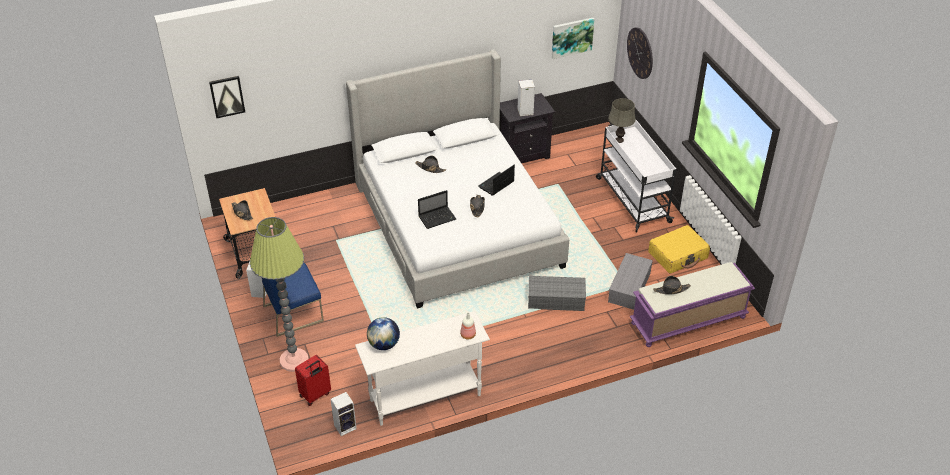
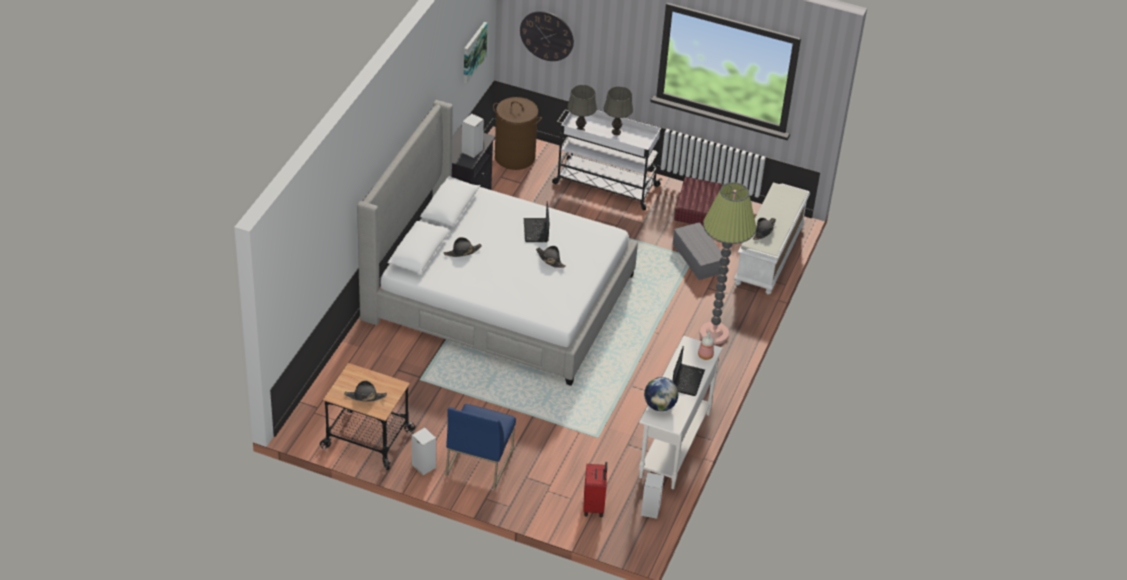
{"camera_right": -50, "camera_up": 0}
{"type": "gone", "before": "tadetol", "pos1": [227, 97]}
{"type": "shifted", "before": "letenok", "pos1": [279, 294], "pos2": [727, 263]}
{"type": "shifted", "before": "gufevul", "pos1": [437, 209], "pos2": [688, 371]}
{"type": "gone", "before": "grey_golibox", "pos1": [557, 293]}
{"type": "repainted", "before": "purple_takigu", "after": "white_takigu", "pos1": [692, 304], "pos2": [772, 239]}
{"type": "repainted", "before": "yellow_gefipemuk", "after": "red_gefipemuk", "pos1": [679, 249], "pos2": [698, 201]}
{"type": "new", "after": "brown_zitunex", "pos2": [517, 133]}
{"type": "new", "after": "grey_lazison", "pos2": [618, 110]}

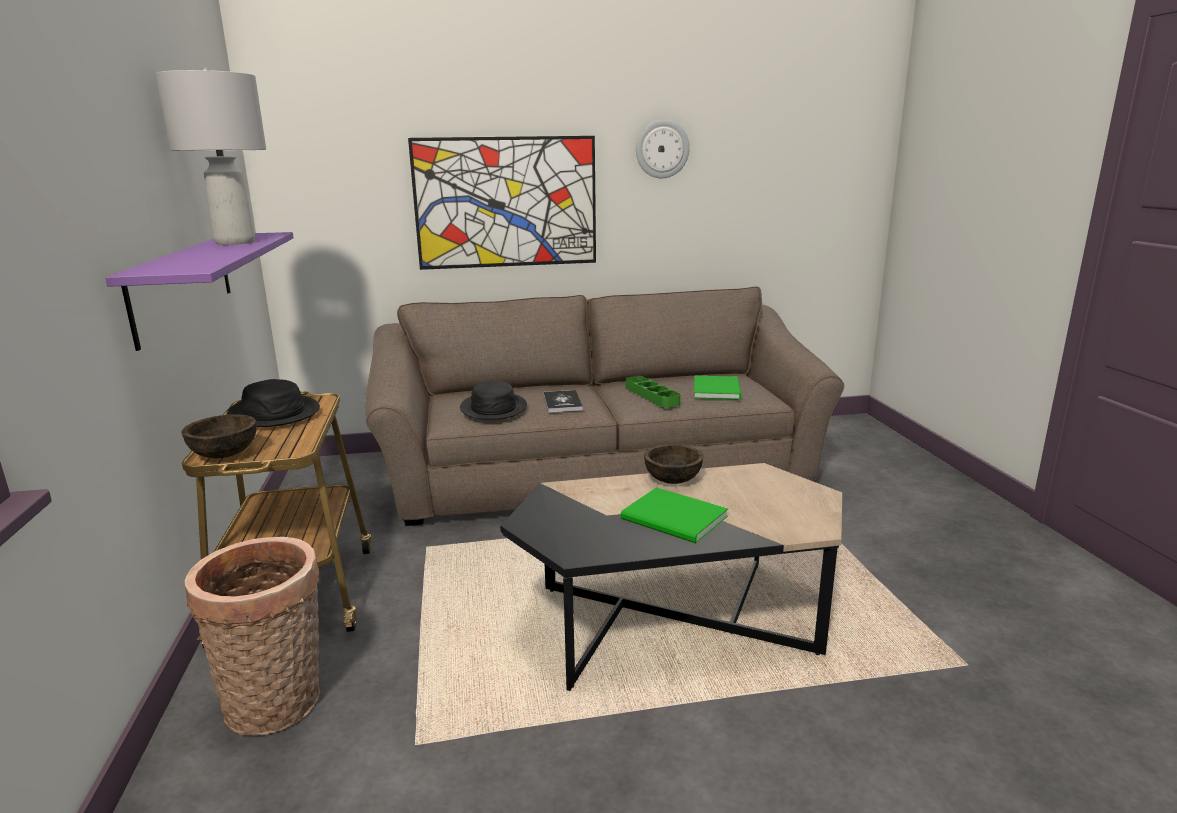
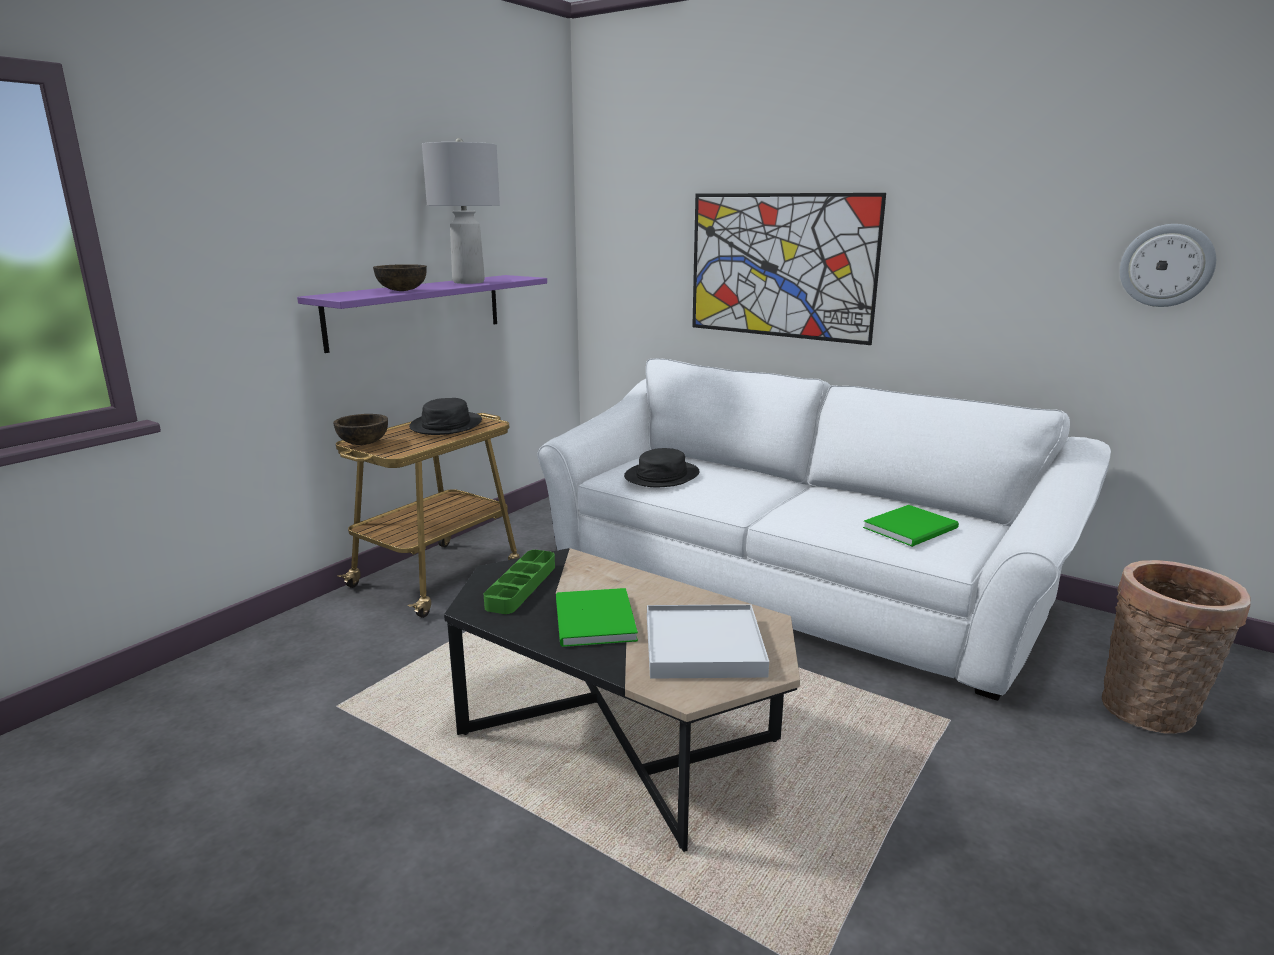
{"camera_right": 45, "camera_up": 0}
{"type": "shifted", "before": "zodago", "pos1": [252, 636], "pos2": [1176, 647]}
{"type": "repainted", "before": "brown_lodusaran", "after": "white_lodusaran", "pos1": [604, 406], "pos2": [824, 529]}
{"type": "gone", "before": "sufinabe", "pos1": [563, 401]}
{"type": "shifted", "before": "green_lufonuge", "pos1": [653, 392], "pos2": [519, 582]}
{"type": "shifted", "before": "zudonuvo", "pos1": [663, 149], "pos2": [1168, 265]}
{"type": "shifted", "before": "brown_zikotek", "pos1": [673, 464], "pos2": [400, 277]}
{"type": "new", "after": "white_lufonuge", "pos2": [708, 641]}

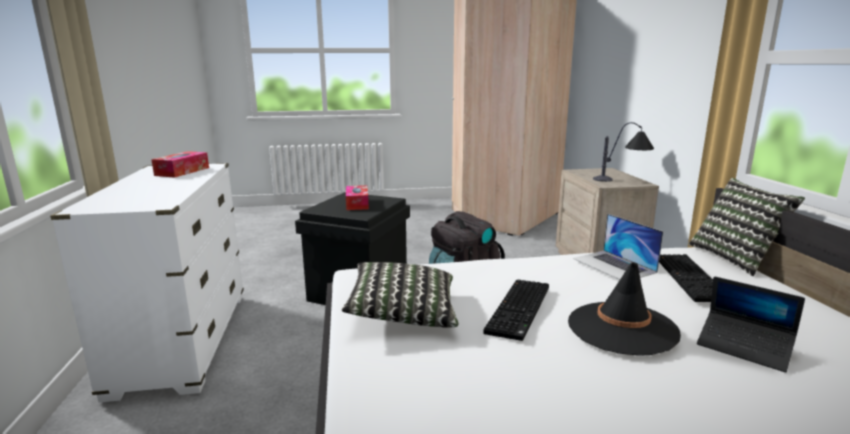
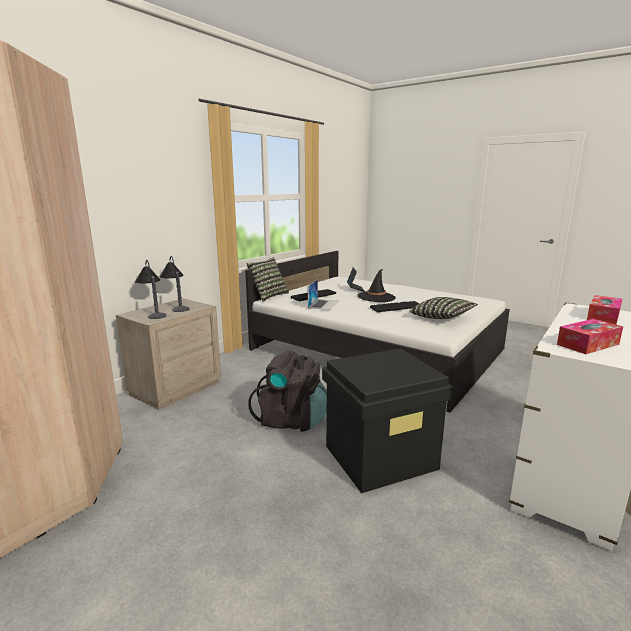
{"camera_right": -135, "camera_up": 0}
{"type": "shifted", "before": "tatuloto", "pos1": [357, 197], "pos2": [604, 309]}
{"type": "new", "after": "lazison", "pos2": [151, 289]}

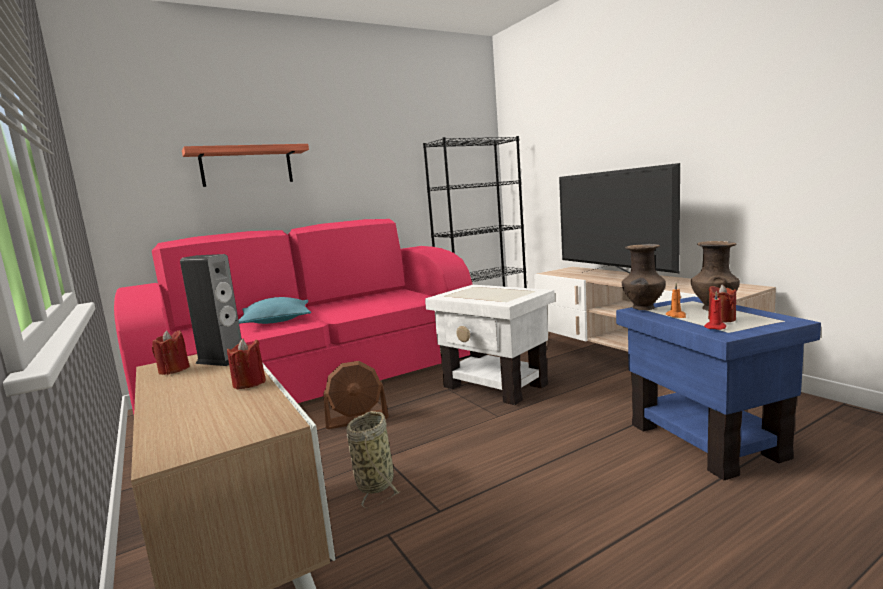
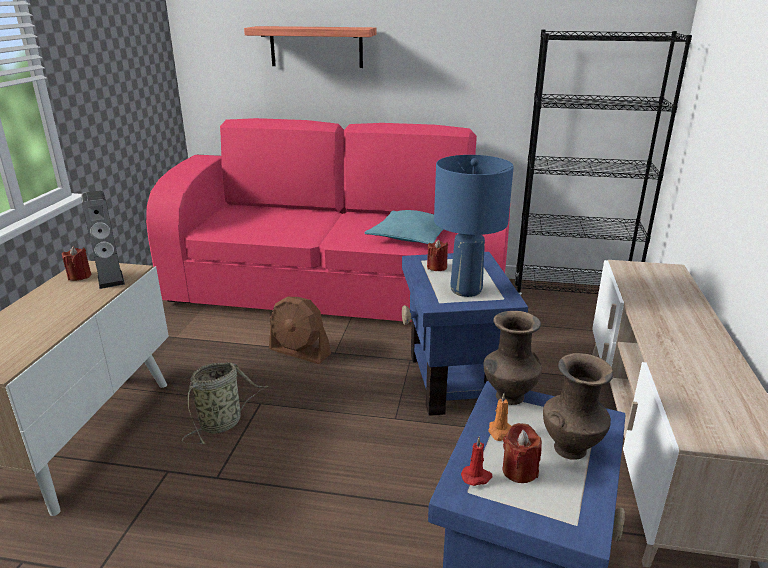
{"camera_right": 40, "camera_up": 15}
{"type": "shifted", "before": "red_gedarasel", "pos1": [246, 364], "pos2": [437, 255]}
{"type": "shifted", "before": "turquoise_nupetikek", "pos1": [275, 310], "pos2": [404, 227]}
{"type": "repainted", "before": "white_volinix", "after": "blue_volinix", "pos1": [490, 345], "pos2": [465, 334]}
{"type": "gone", "before": "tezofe", "pos1": [619, 218]}
{"type": "new", "after": "blue_lazison", "pos2": [474, 226]}

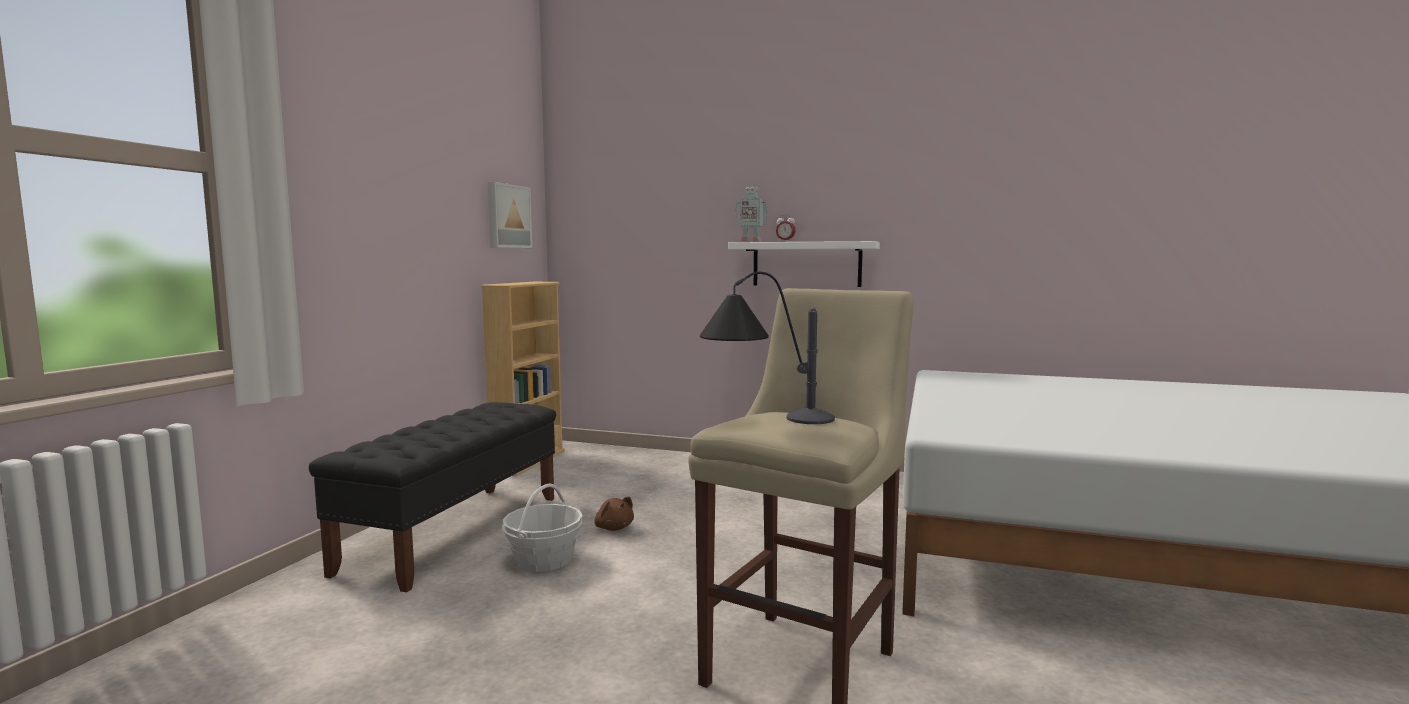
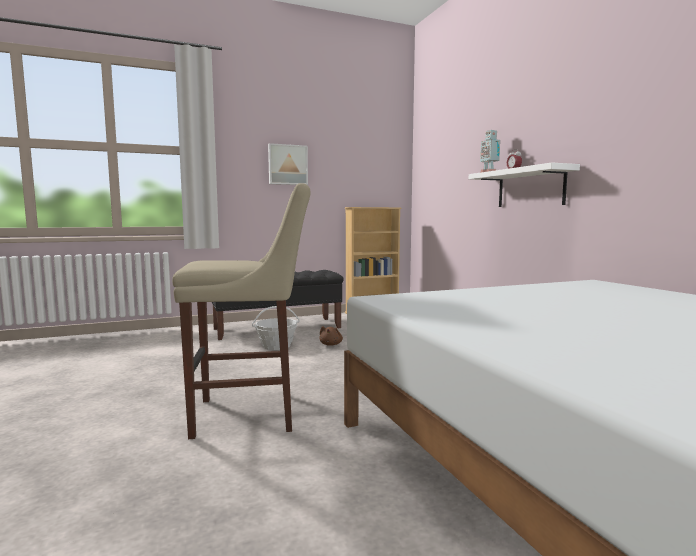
{"camera_right": 50, "camera_up": 0}
{"type": "shifted", "before": "tadetol", "pos1": [510, 215], "pos2": [288, 164]}
{"type": "gone", "before": "lazison", "pos1": [767, 347]}

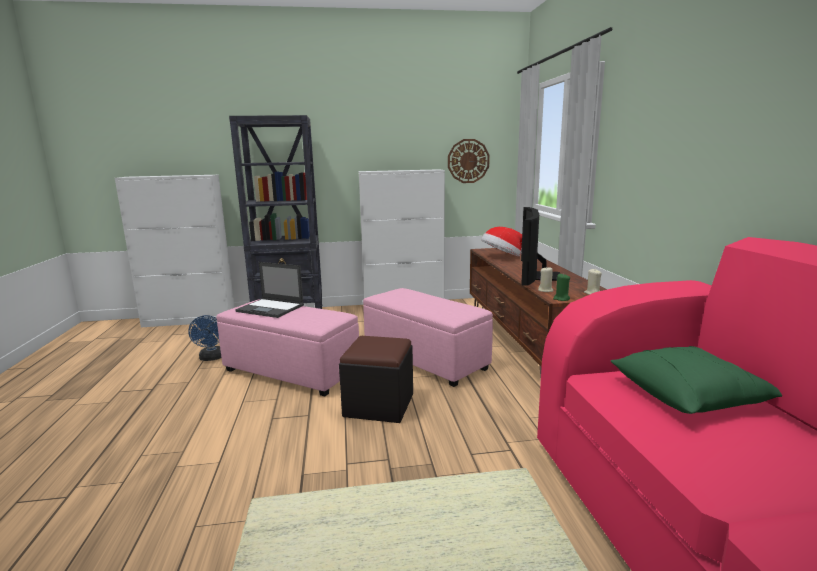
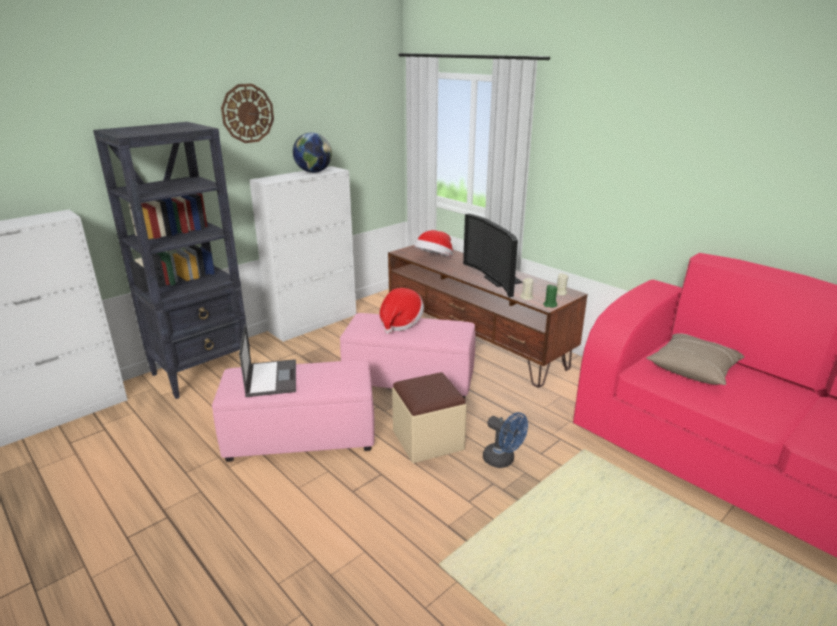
{"camera_right": -35, "camera_up": 10}
{"type": "shifted", "before": "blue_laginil", "pos1": [205, 338], "pos2": [505, 440]}
{"type": "rotated", "before": "gufevul", "pos1": [269, 290], "pos2": [267, 360], "turn": -90}
{"type": "repainted", "before": "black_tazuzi", "after": "beige_tazuzi", "pos1": [376, 379], "pos2": [429, 417]}
{"type": "shifted", "before": "zudonuvo", "pos1": [469, 161], "pos2": [247, 113]}
{"type": "repainted", "before": "green_nupetikek", "after": "beige_nupetikek", "pos1": [696, 380], "pos2": [695, 359]}
{"type": "new", "after": "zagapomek", "pos2": [312, 153]}
{"type": "new", "after": "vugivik", "pos2": [401, 311]}

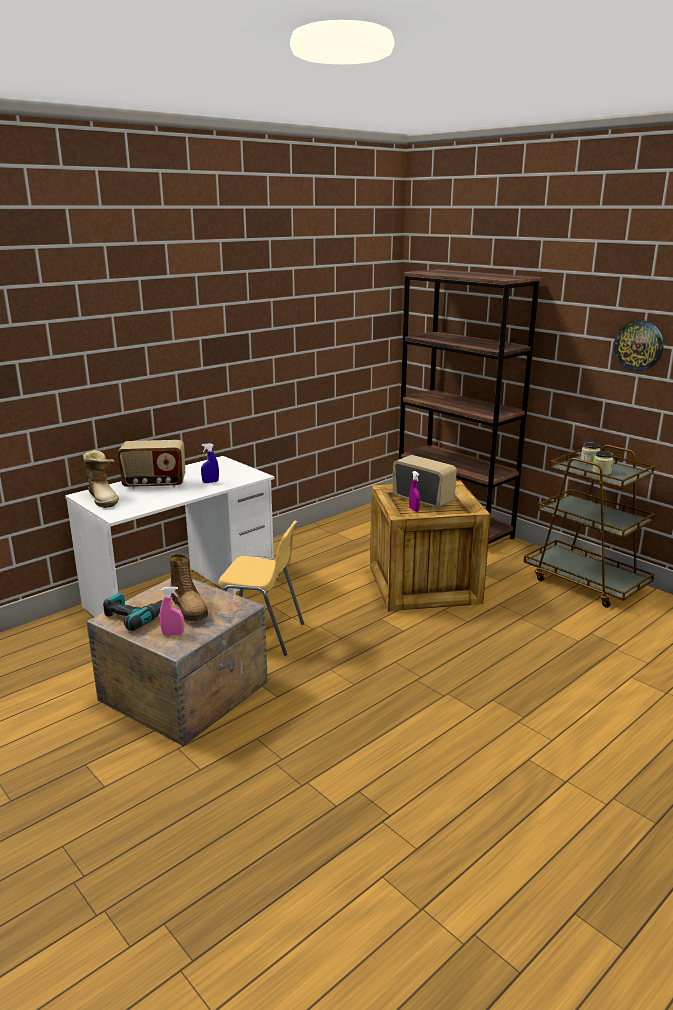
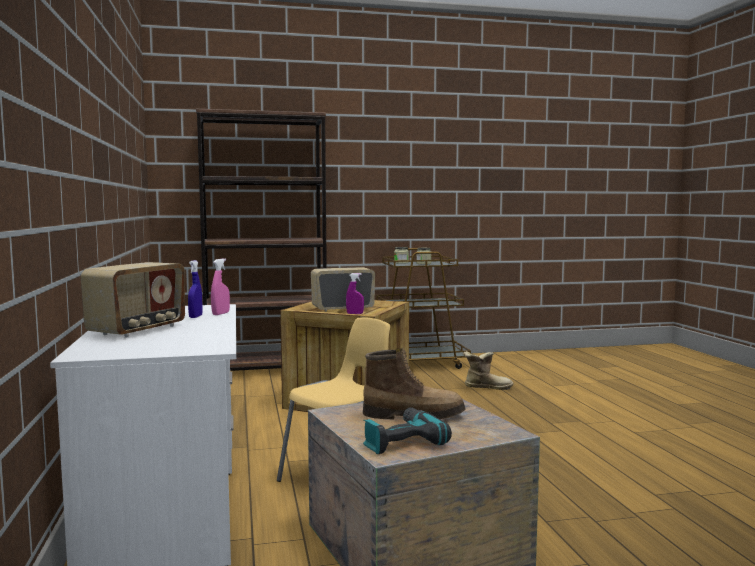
{"camera_right": -60, "camera_up": -15}
{"type": "shifted", "before": "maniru", "pos1": [101, 479], "pos2": [488, 370]}
{"type": "shifted", "before": "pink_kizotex", "pos1": [172, 611], "pos2": [220, 286]}
{"type": "gone", "before": "zudonuvo", "pos1": [639, 345]}

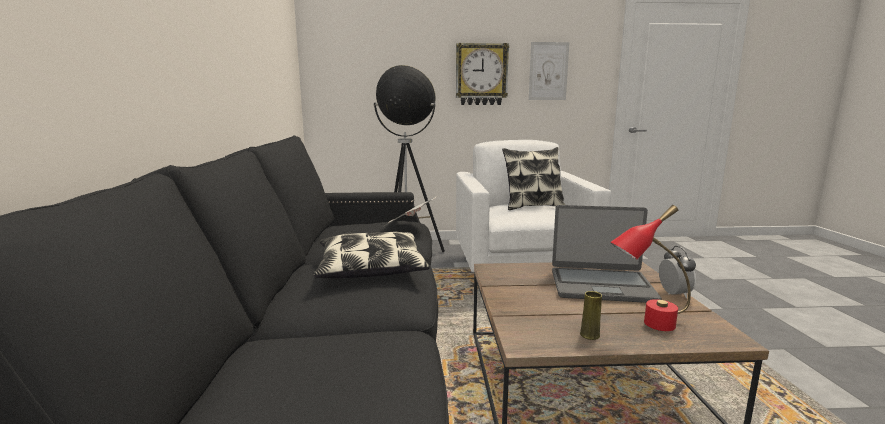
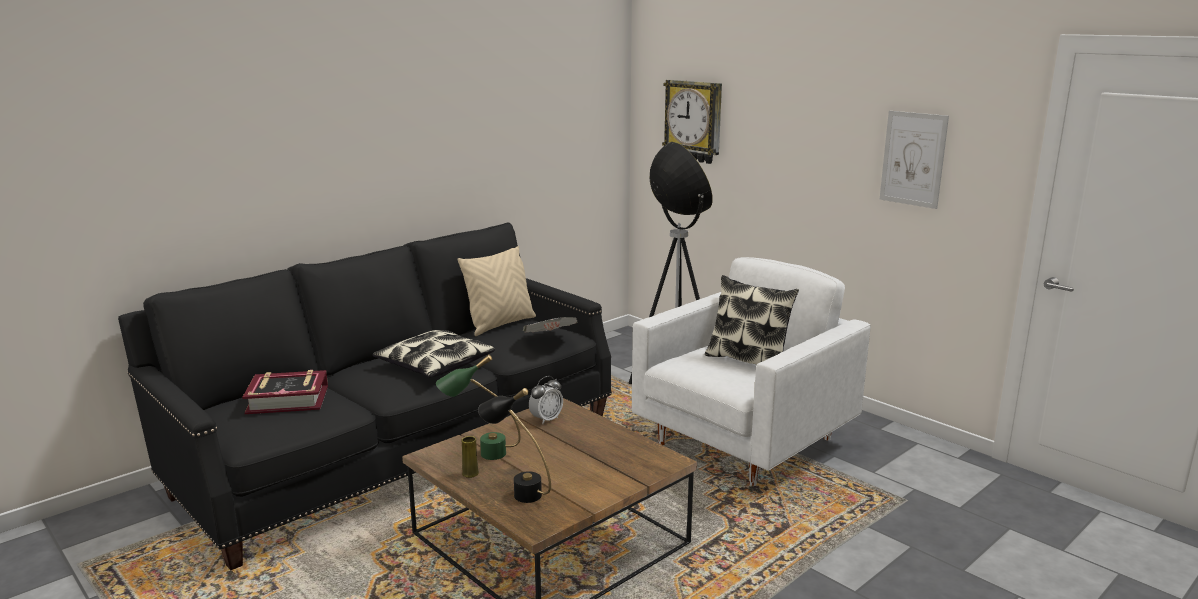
{"camera_right": 50, "camera_up": 5}
{"type": "shifted", "before": "zudonuvo", "pos1": [482, 74], "pos2": [692, 122]}
{"type": "gone", "before": "gufevul", "pos1": [607, 254]}
{"type": "repainted", "before": "red_lazison", "after": "black_lazison", "pos1": [650, 268], "pos2": [514, 445]}
{"type": "shifted", "before": "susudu", "pos1": [677, 272], "pos2": [546, 400]}
{"type": "new", "after": "sufinabe", "pos2": [285, 392]}
{"type": "new", "after": "green_lazison", "pos2": [478, 407]}
{"type": "new", "after": "beige_nupetikek", "pos2": [496, 291]}

